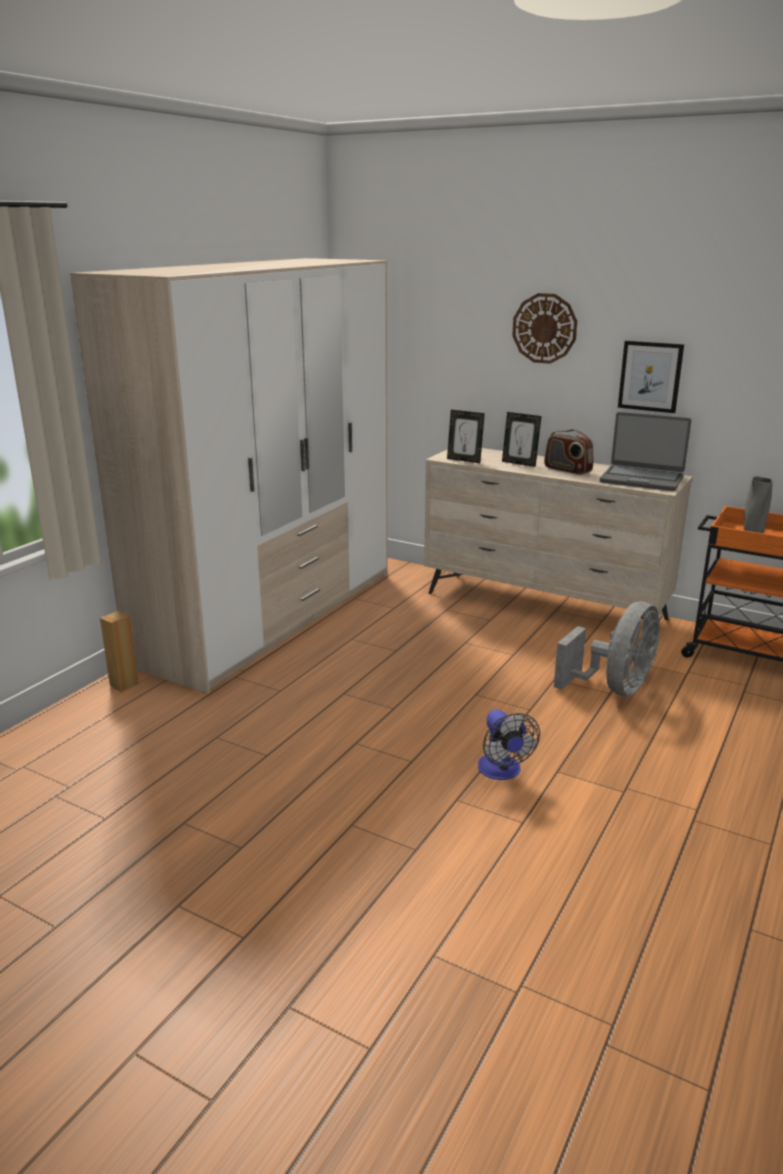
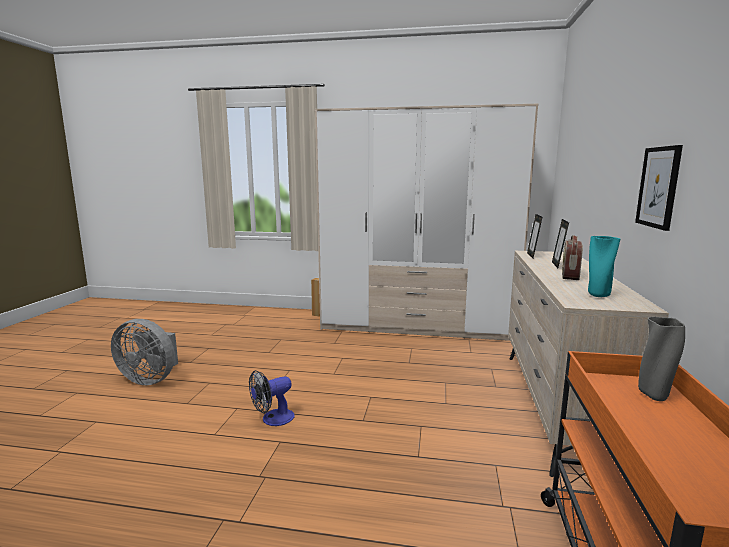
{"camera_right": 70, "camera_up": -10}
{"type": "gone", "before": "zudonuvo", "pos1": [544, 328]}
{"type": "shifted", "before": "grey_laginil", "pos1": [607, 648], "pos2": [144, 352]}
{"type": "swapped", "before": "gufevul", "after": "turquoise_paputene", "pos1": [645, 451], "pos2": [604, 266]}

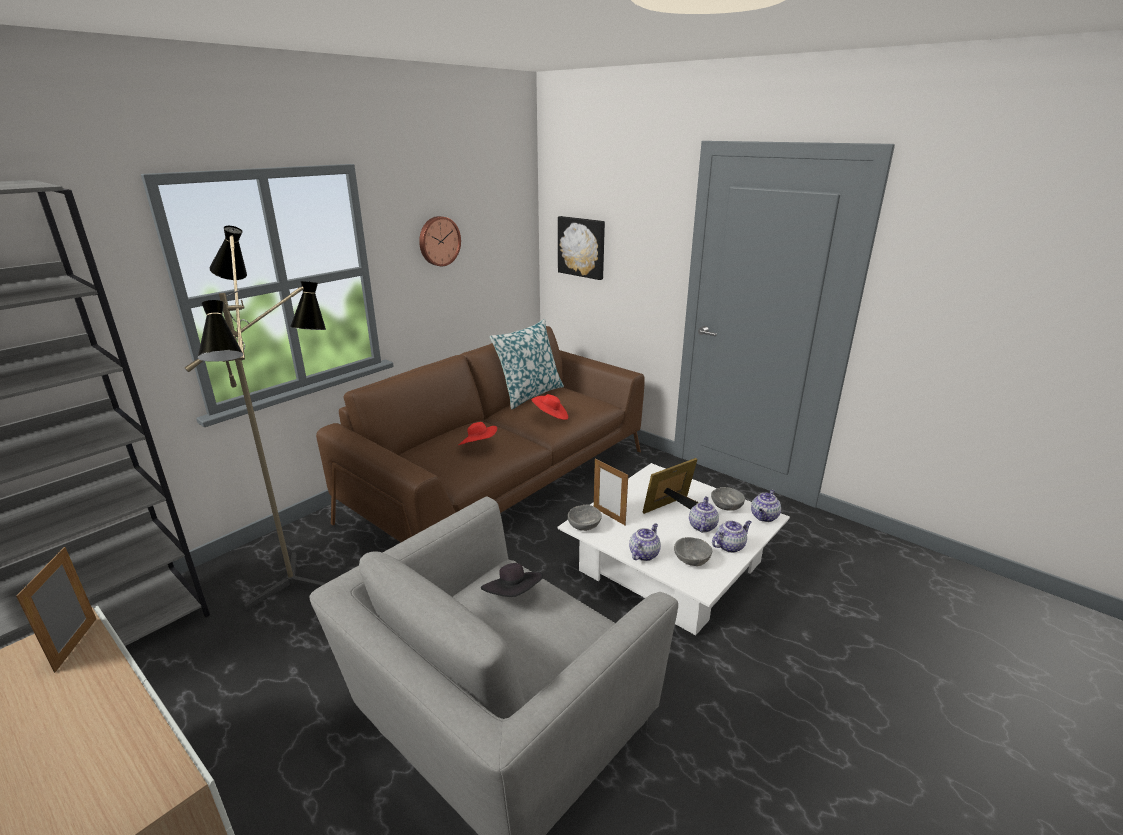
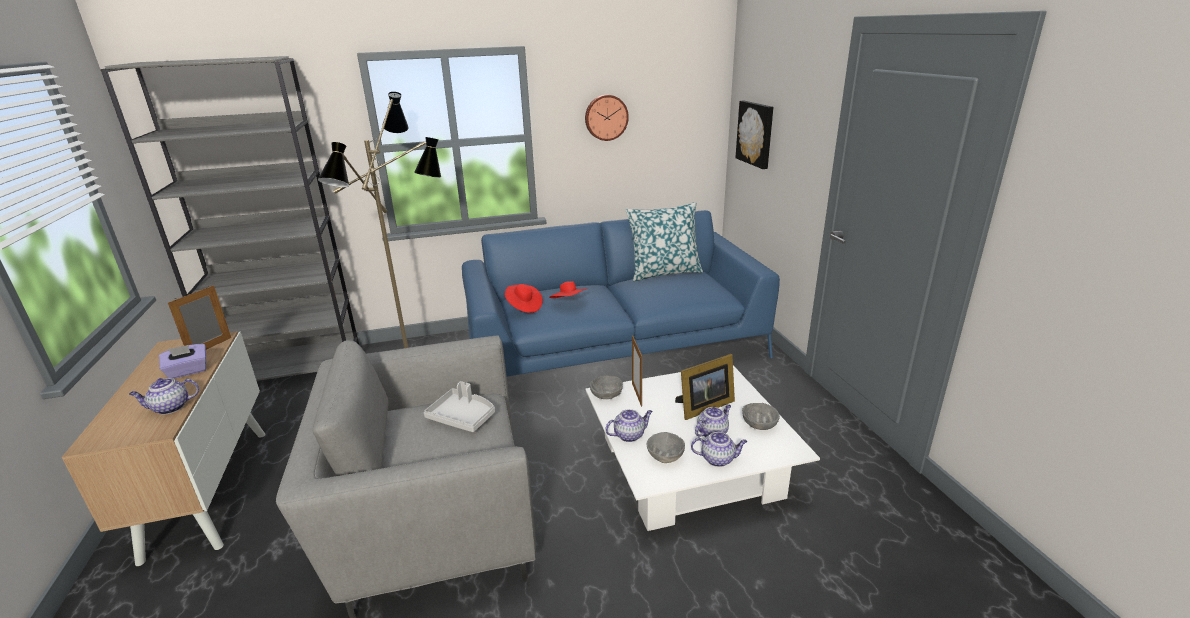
{"camera_right": 35, "camera_up": 0}
{"type": "repainted", "before": "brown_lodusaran", "after": "blue_lodusaran", "pos1": [480, 434], "pos2": [621, 293]}
{"type": "swapped", "before": "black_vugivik", "after": "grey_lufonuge", "pos1": [512, 580], "pos2": [459, 406]}
{"type": "shifted", "before": "red_vugivik", "pos1": [549, 407], "pos2": [524, 298]}
{"type": "rotated", "before": "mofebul", "pos1": [671, 486], "pos2": [705, 387], "turn": 150}
{"type": "shifted", "before": "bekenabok", "pos1": [766, 505], "pos2": [164, 396]}
{"type": "new", "after": "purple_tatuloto", "pos2": [182, 361]}

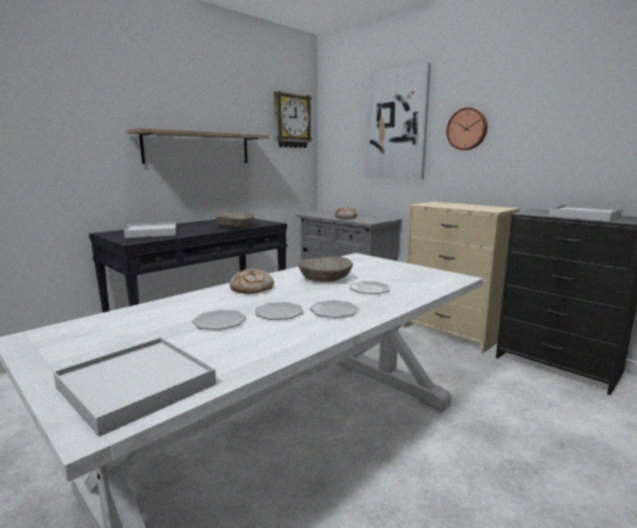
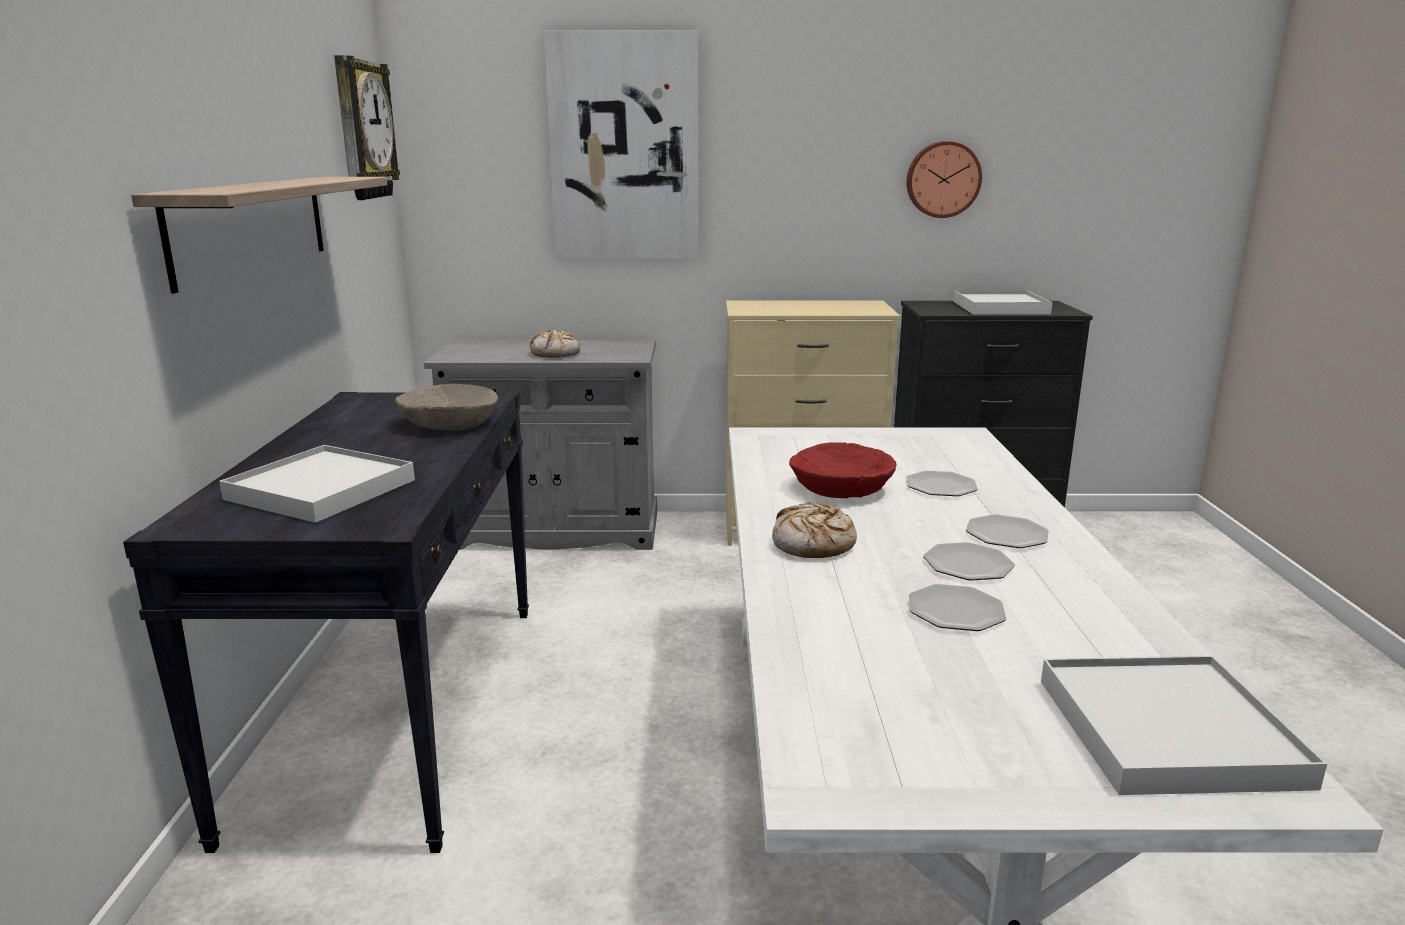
{"camera_right": -45, "camera_up": 5}
{"type": "repainted", "before": "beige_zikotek", "after": "red_zikotek", "pos1": [325, 269], "pos2": [842, 470]}
{"type": "shifted", "before": "zudonuvo", "pos1": [467, 128], "pos2": [944, 179]}

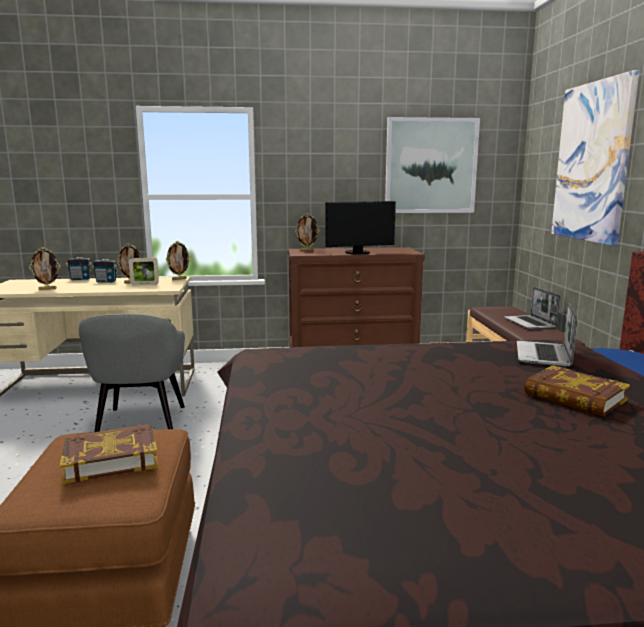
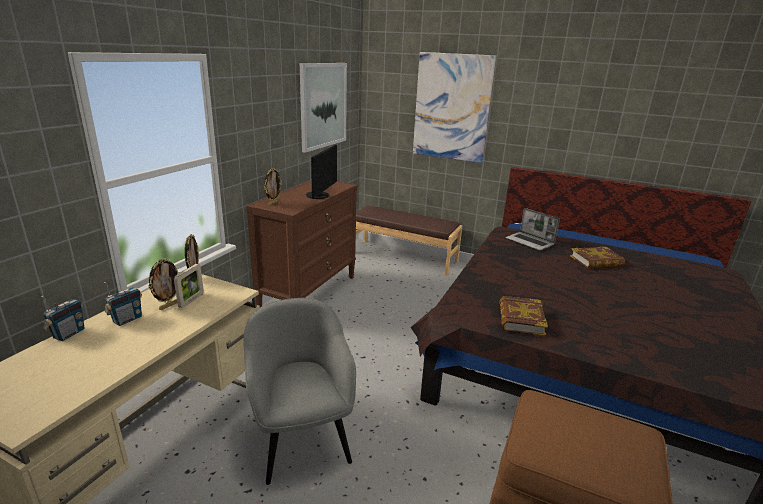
{"camera_right": -60, "camera_up": 10}
{"type": "gone", "before": "mofebul", "pos1": [44, 268]}
{"type": "shifted", "before": "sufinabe", "pos1": [109, 454], "pos2": [523, 316]}
{"type": "rotated", "before": "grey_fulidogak", "pos1": [132, 373], "pos2": [299, 391], "turn": -135}
{"type": "gone", "before": "gufevul", "pos1": [532, 308]}

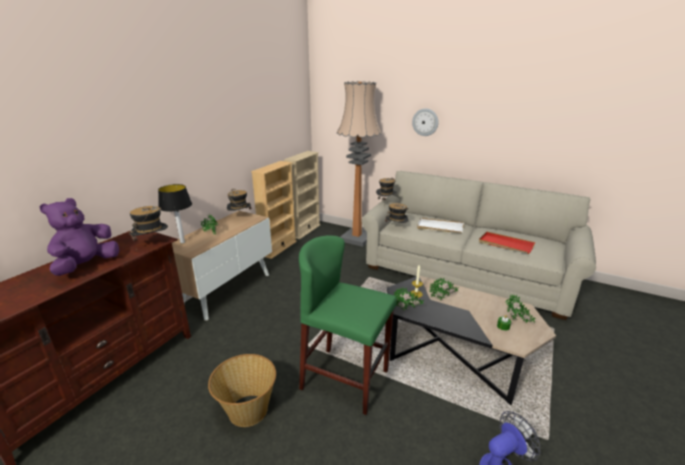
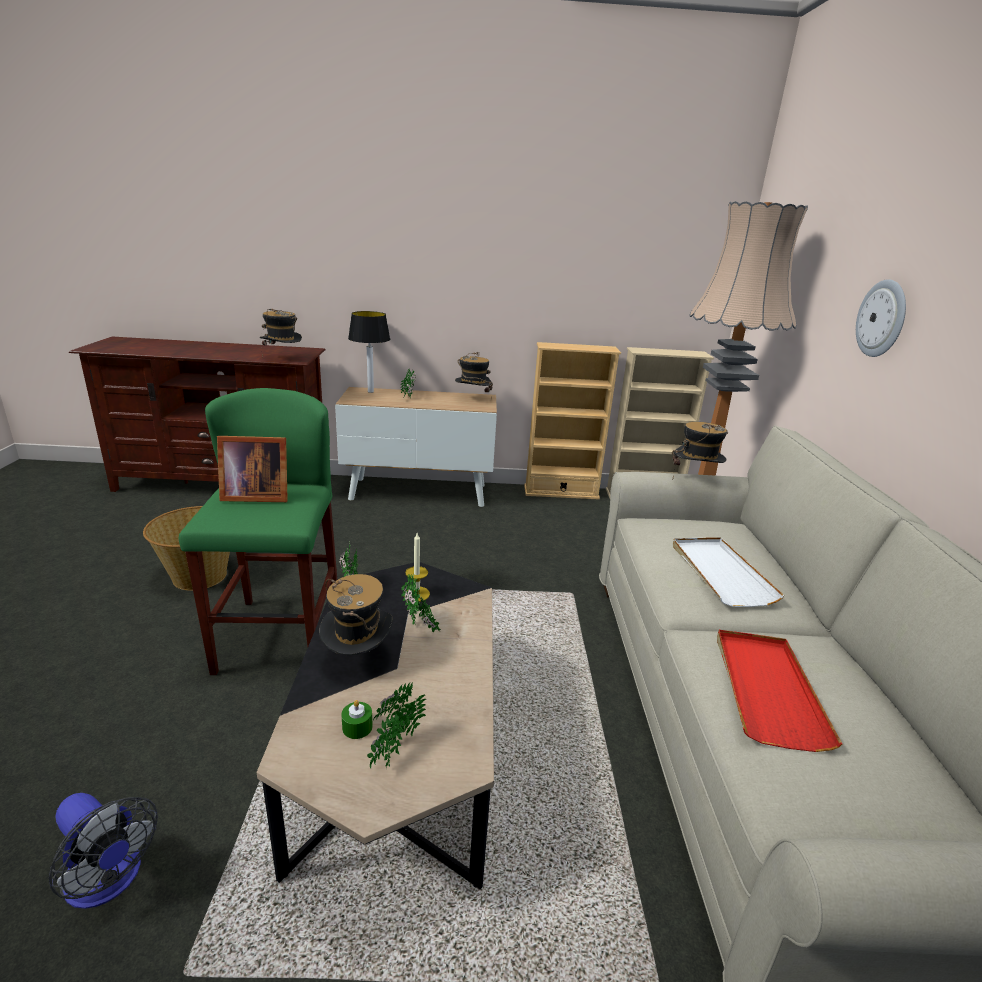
{"camera_right": 60, "camera_up": 0}
{"type": "gone", "before": "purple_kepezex", "pos1": [79, 237]}
{"type": "shifted", "before": "vugivik", "pos1": [397, 213], "pos2": [356, 614]}
{"type": "new", "after": "mofebul", "pos2": [252, 469]}

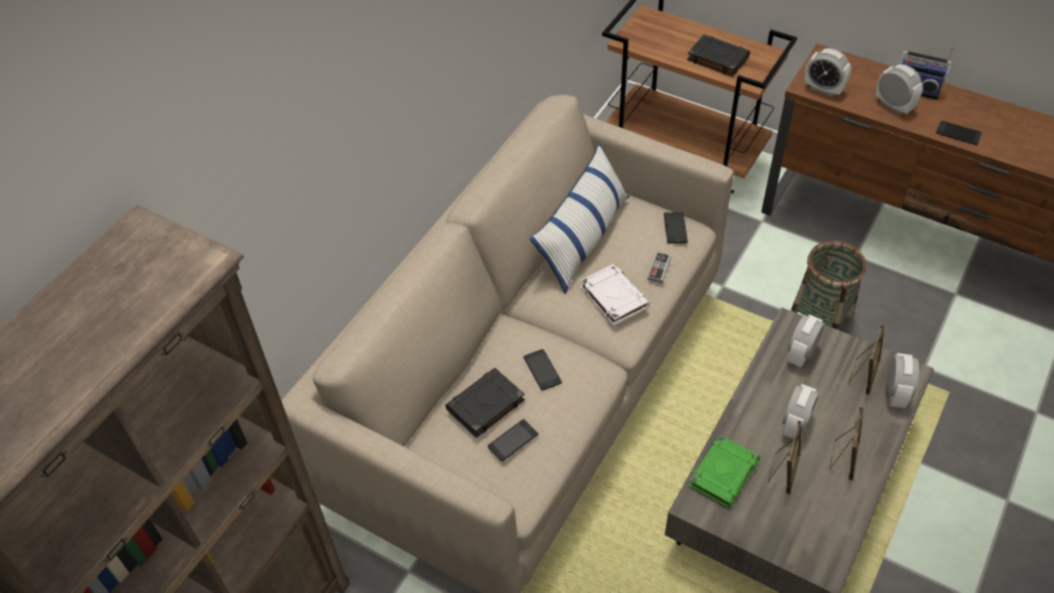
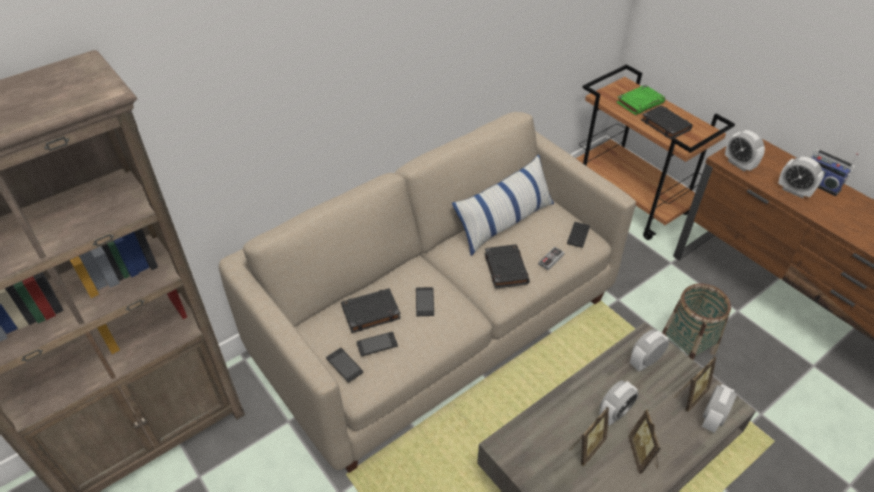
{"camera_right": 20, "camera_up": -5}
{"type": "repainted", "before": "white_sufinabe", "after": "black_sufinabe", "pos1": [615, 295], "pos2": [507, 266]}
{"type": "shifted", "before": "green_sufinabe", "pos1": [724, 471], "pos2": [640, 100]}
{"type": "rotated", "before": "mofebul", "pos1": [846, 444], "pos2": [644, 441], "turn": 135}
{"type": "rotated", "before": "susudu", "pos1": [899, 89], "pos2": [801, 177], "turn": 150}
{"type": "shifted", "before": "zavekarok", "pos1": [959, 133], "pos2": [344, 365]}

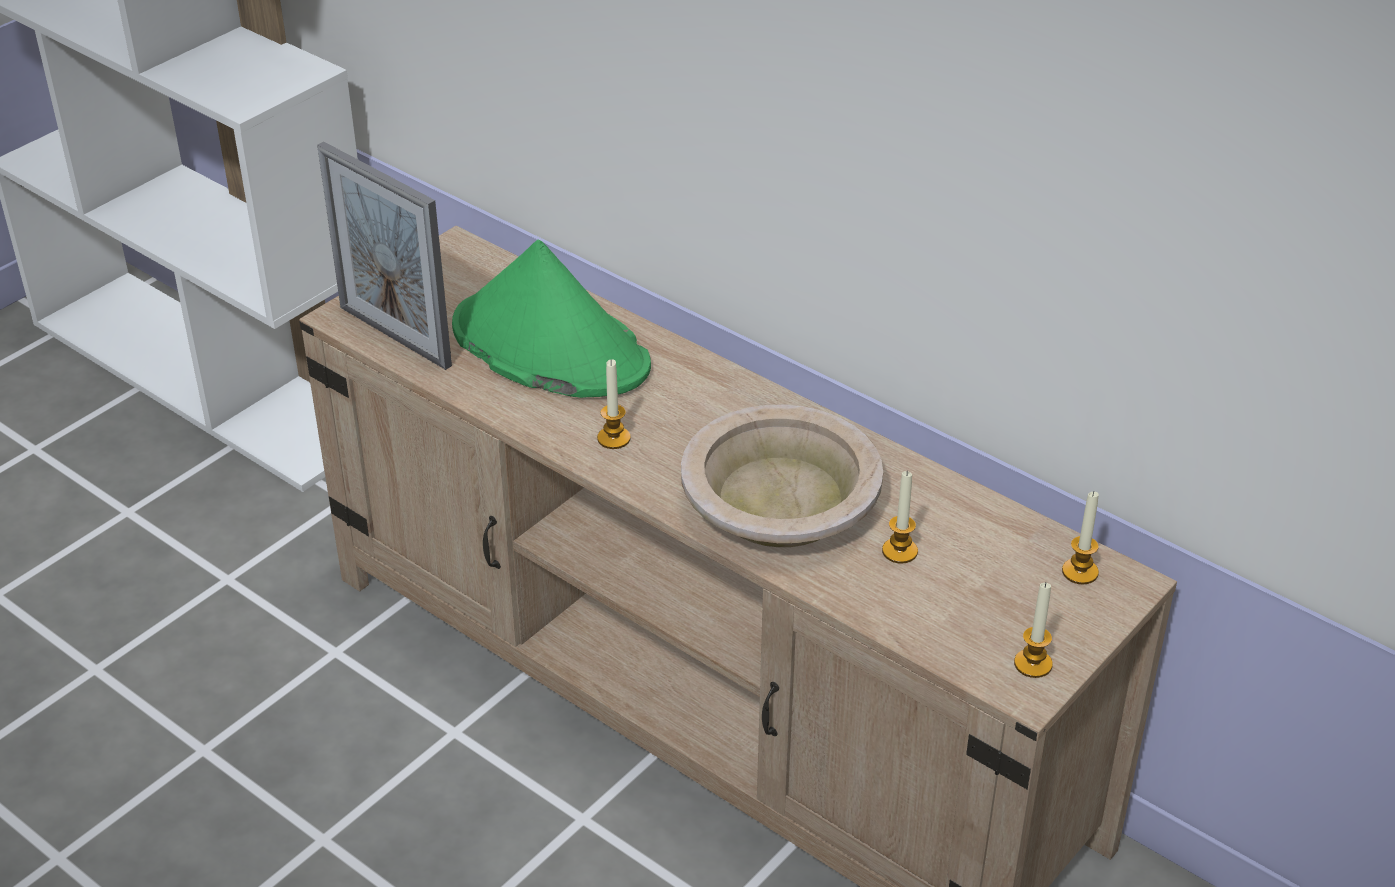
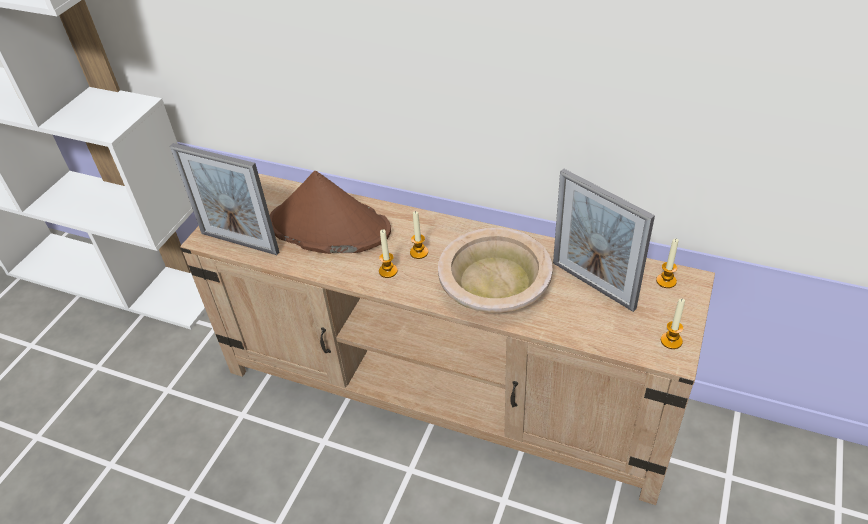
{"camera_right": -15, "camera_up": 5}
{"type": "repainted", "before": "green_vugivik", "after": "brown_vugivik", "pos1": [551, 319], "pos2": [330, 212]}
{"type": "shifted", "before": "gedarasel", "pos1": [900, 517], "pos2": [419, 235]}
{"type": "new", "after": "mofebul", "pos2": [604, 240]}

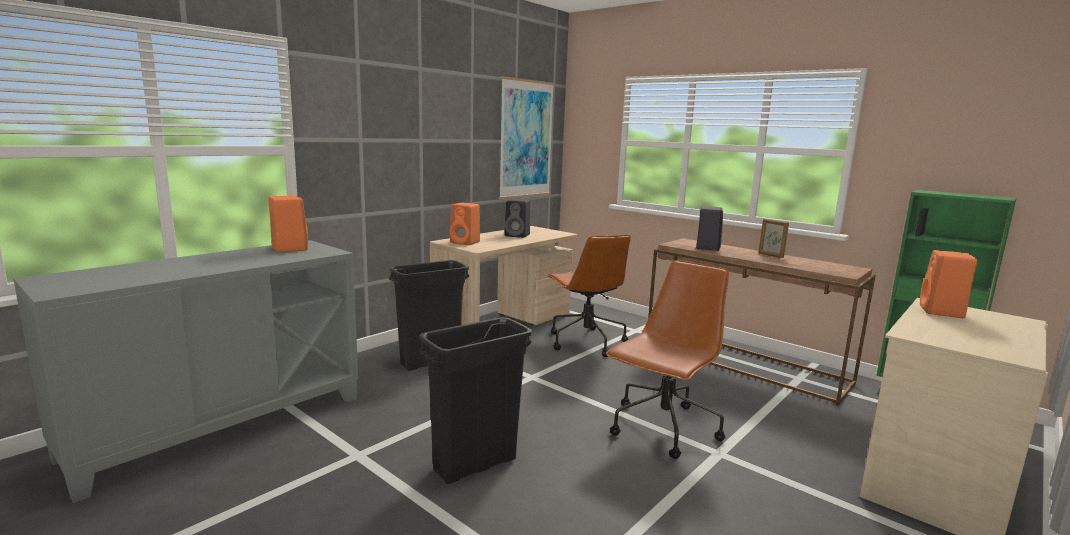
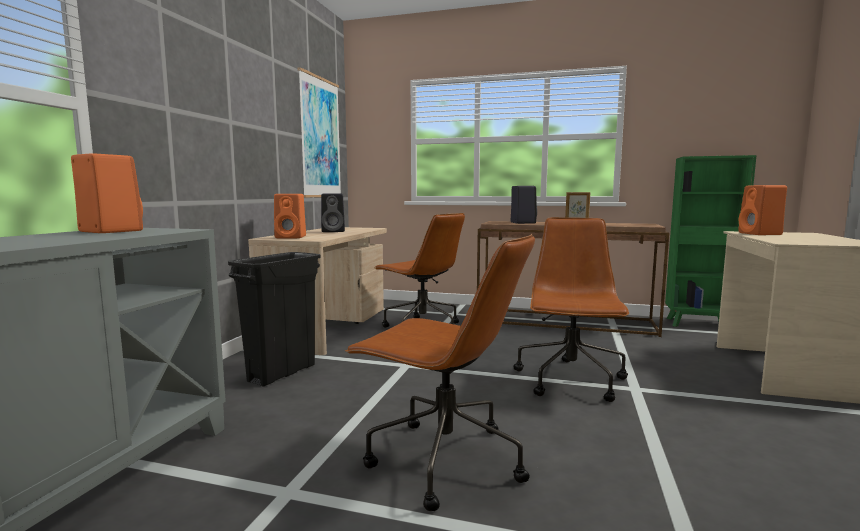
{"camera_right": -25, "camera_up": -5}
{"type": "swapped", "before": "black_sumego", "after": "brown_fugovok", "pos1": [475, 400], "pos2": [439, 372]}

